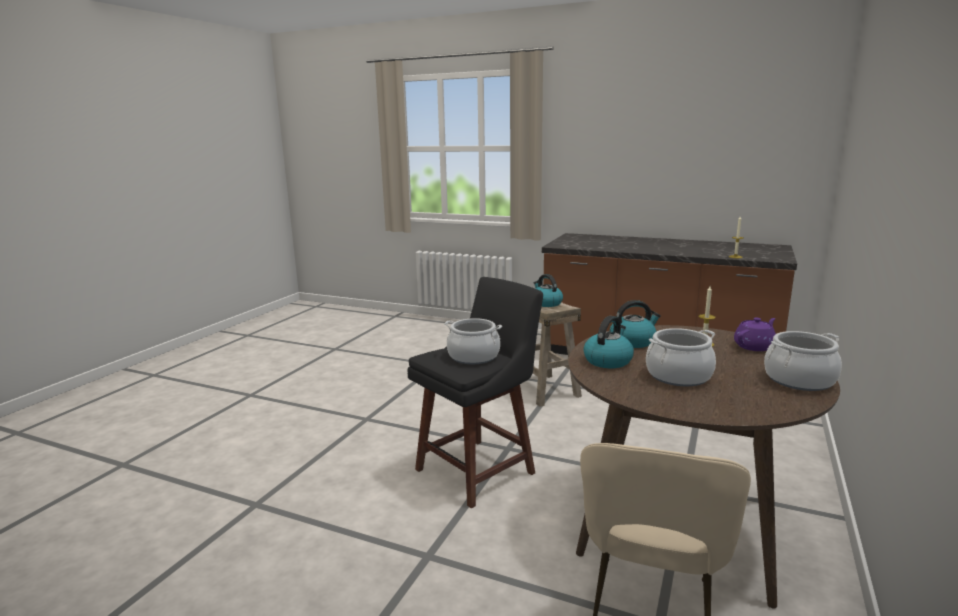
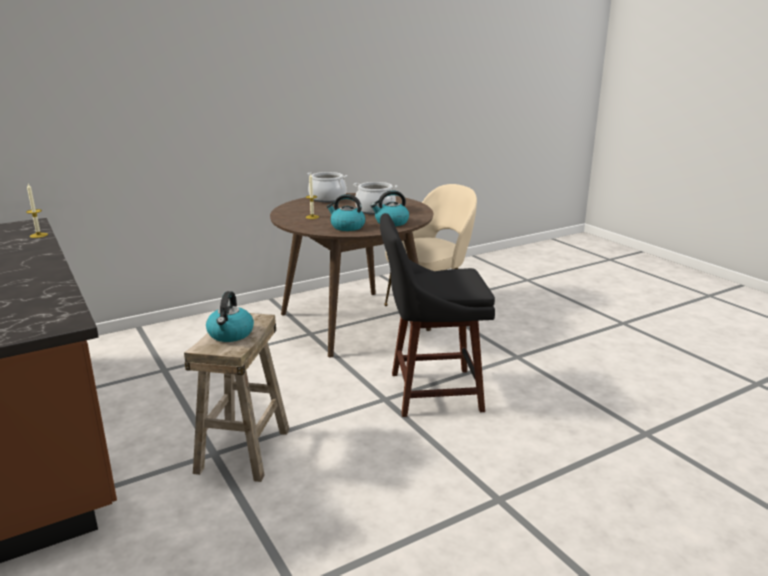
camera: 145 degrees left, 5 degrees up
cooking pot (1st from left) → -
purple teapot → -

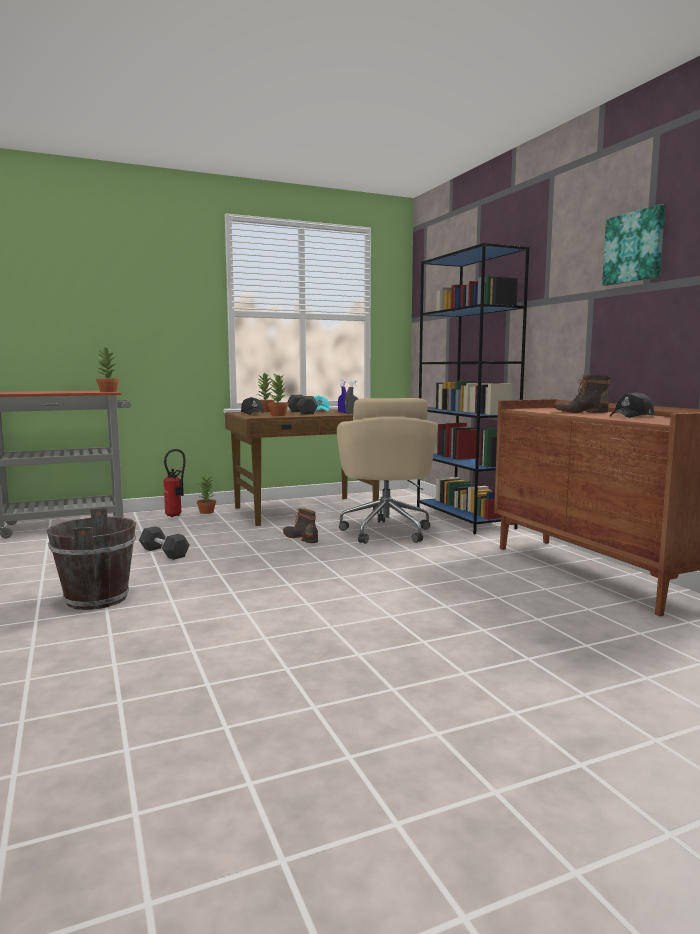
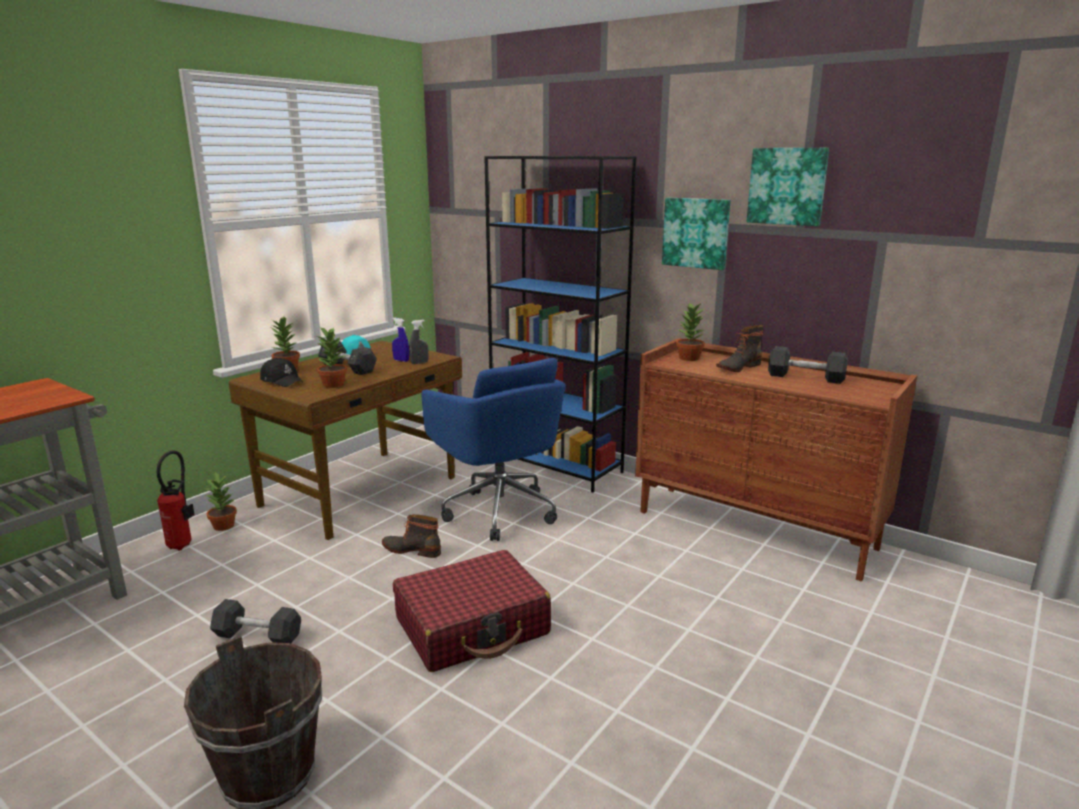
camera: 30 degrees left, 10 degrees up
- → red piece of luggage
sand-coloured office chair → bluish office chair
- → wall art (1st from left)
potted plant (1st from left in the first image) → potted plant (4th from left), moved
blackish cap (2nd from left) → greyish dumbbell (3rd from left)

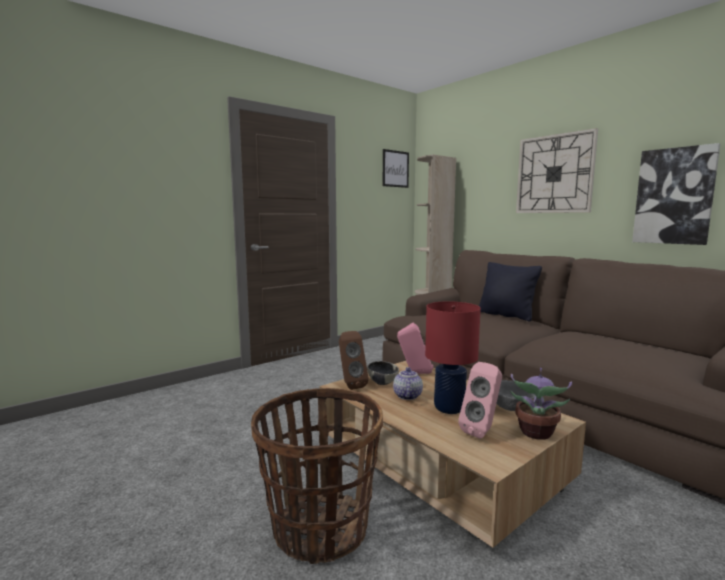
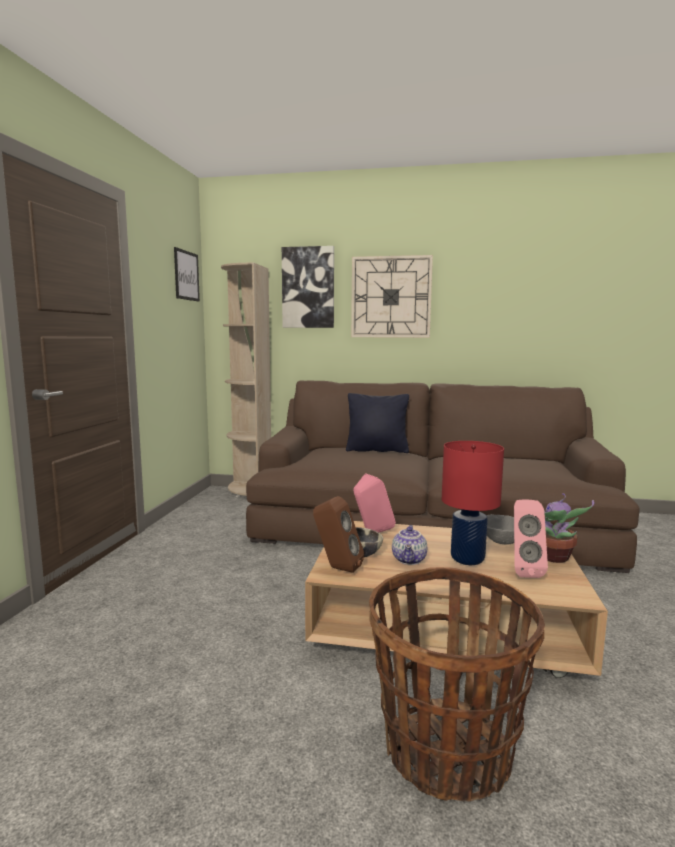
camera: 40 degrees left, 0 degrees up
wall art (2nd from left), moved
teapot, 135 degrees counterclockwise

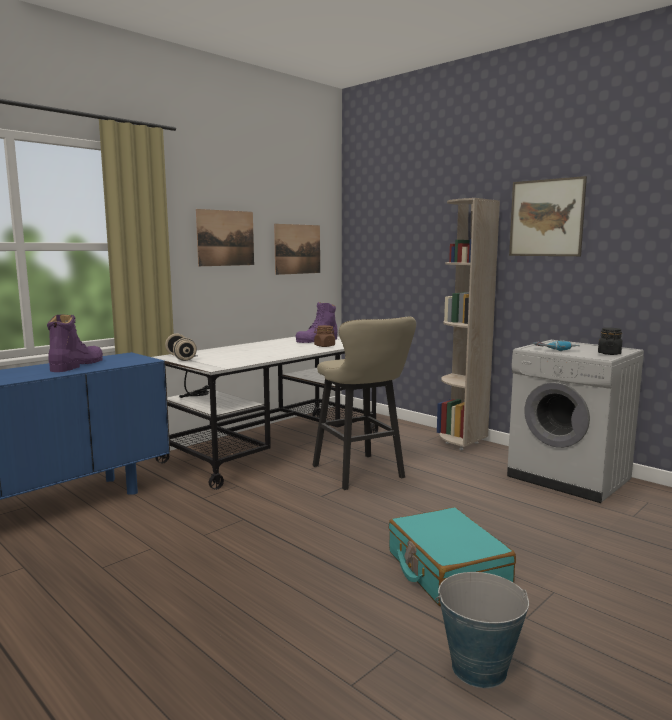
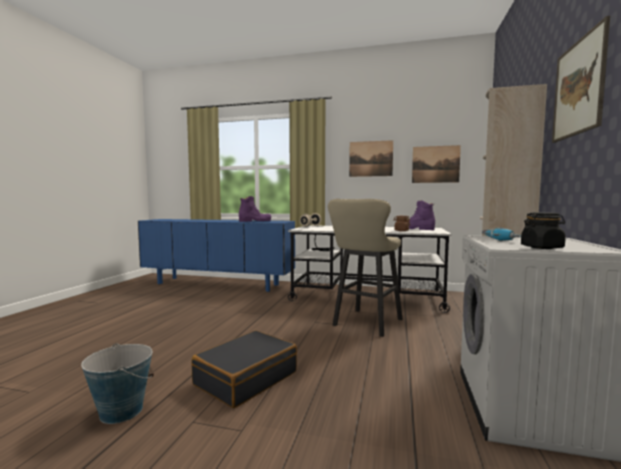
camera: 60 degrees right, 5 degrees down
turquoise-coloured piece of luggage → blackish piece of luggage

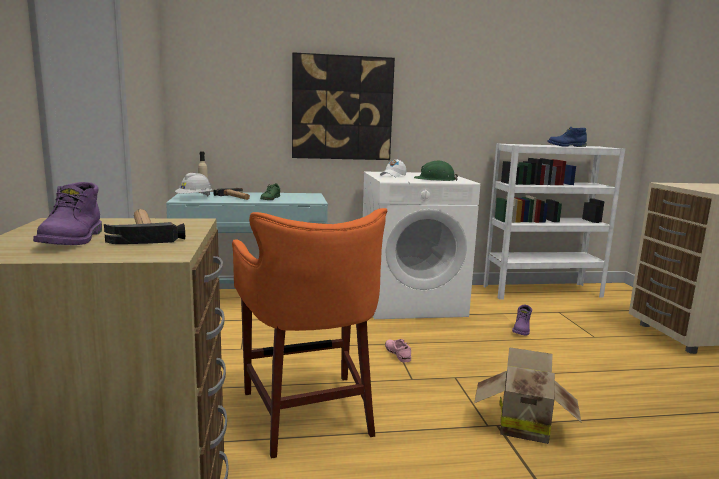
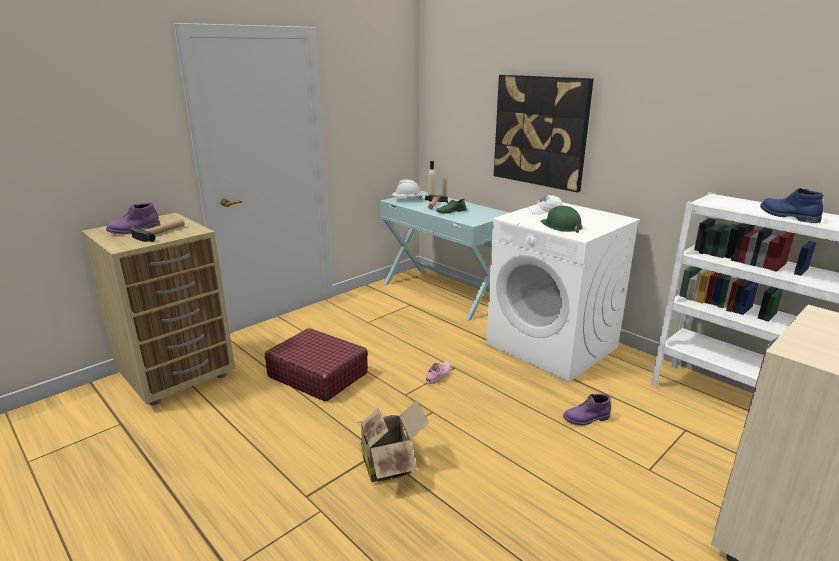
camera: 55 degrees right, 10 degrees up
orange-coloured sitting stool → red piece of luggage

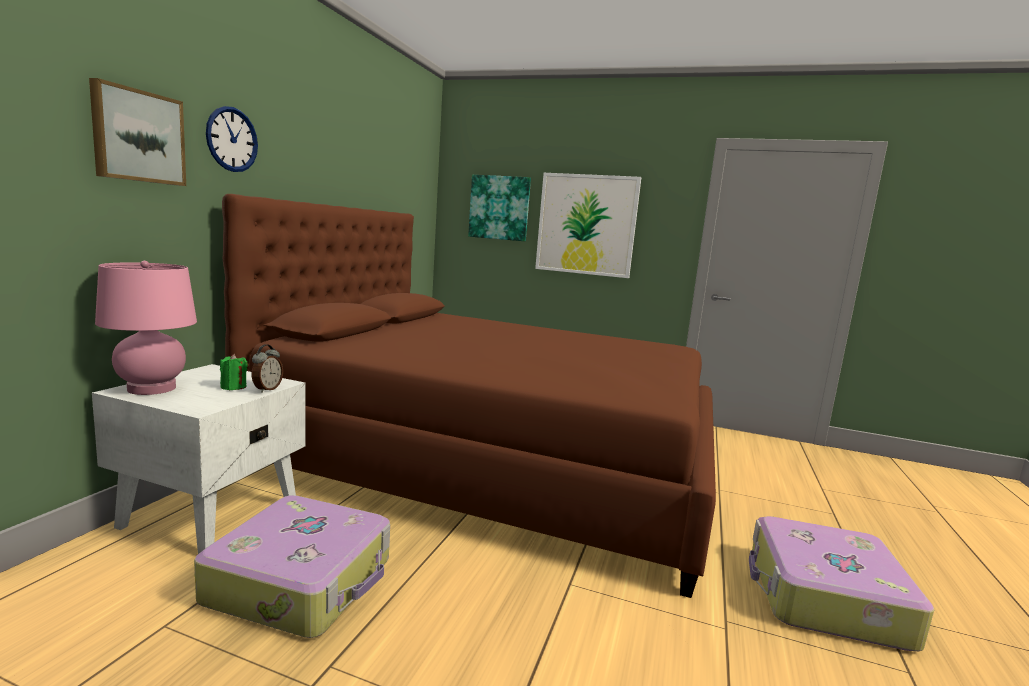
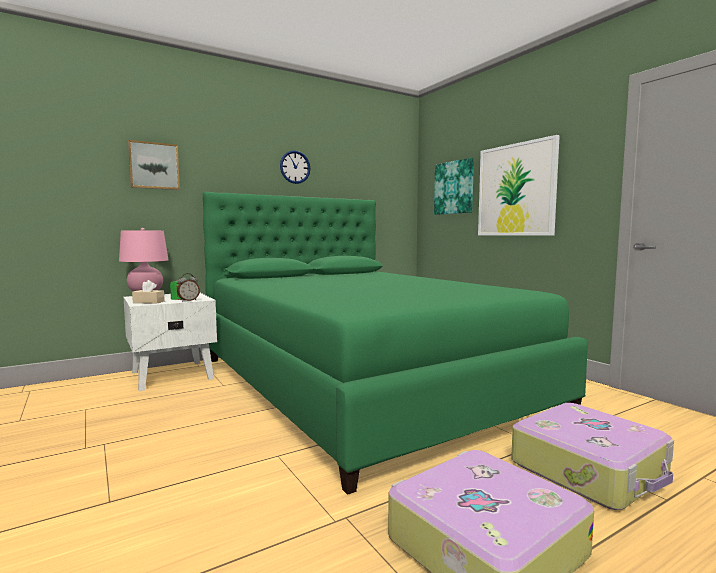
camera: 40 degrees right, 5 degrees down
- → sand-coloured tissue box
brown-coloured bedroom bed → green-coloured bedroom bed
wall clock, moved
piece of luggage (1st from left in the first image) → piece of luggage (2nd from left), moved

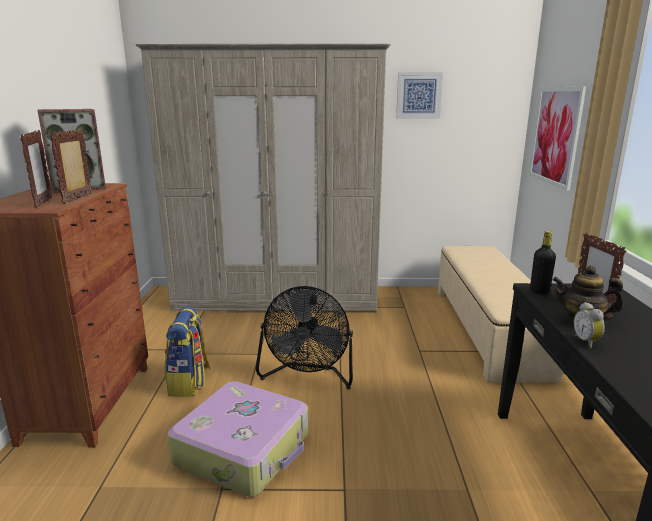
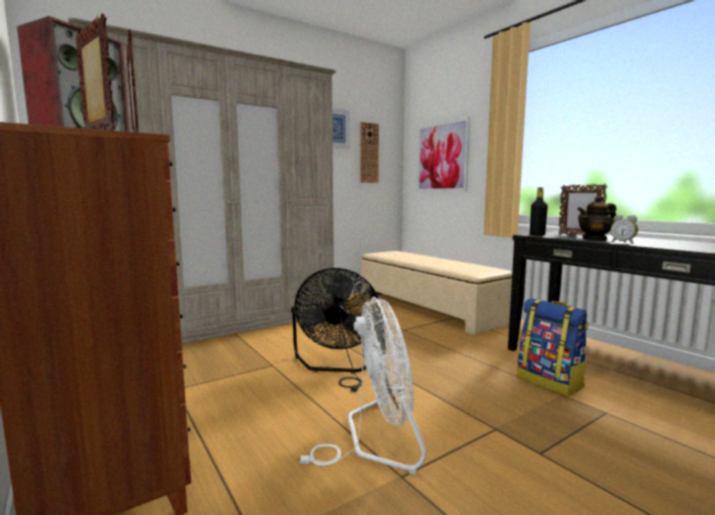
camera: 35 degrees left, 10 degrees down
blackish fan, 150 degrees counterclockwise
piece of luggage → whitish fan
- → wall clock
backpack, moved

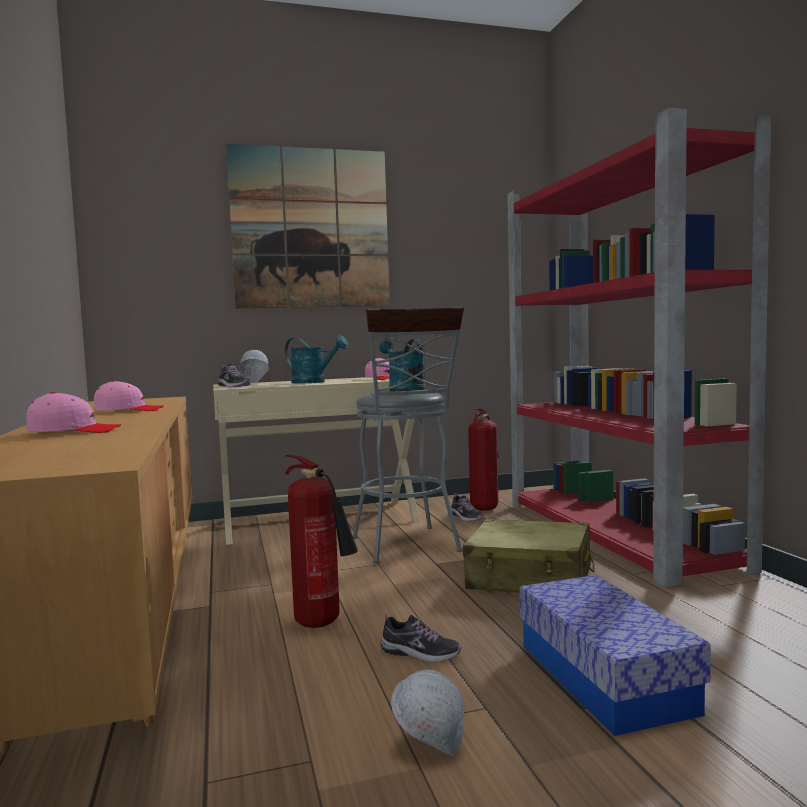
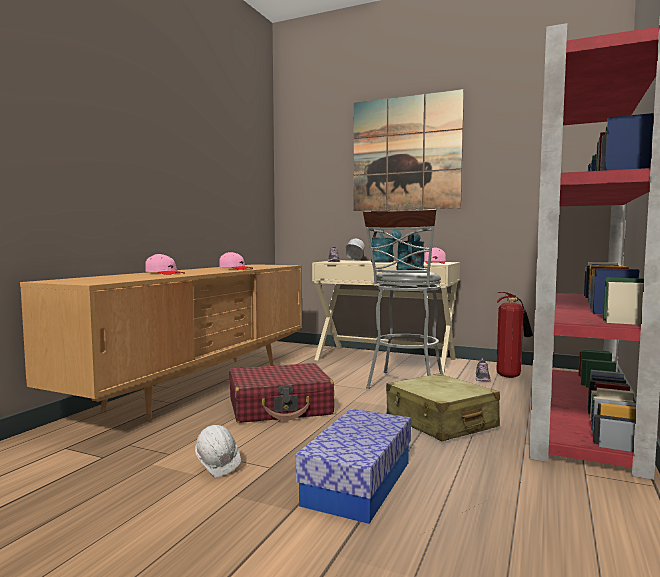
camera: 40 degrees right, 0 degrees up
extinguisher (1st from left) → red piece of luggage
low shoe (2nd from left) → -

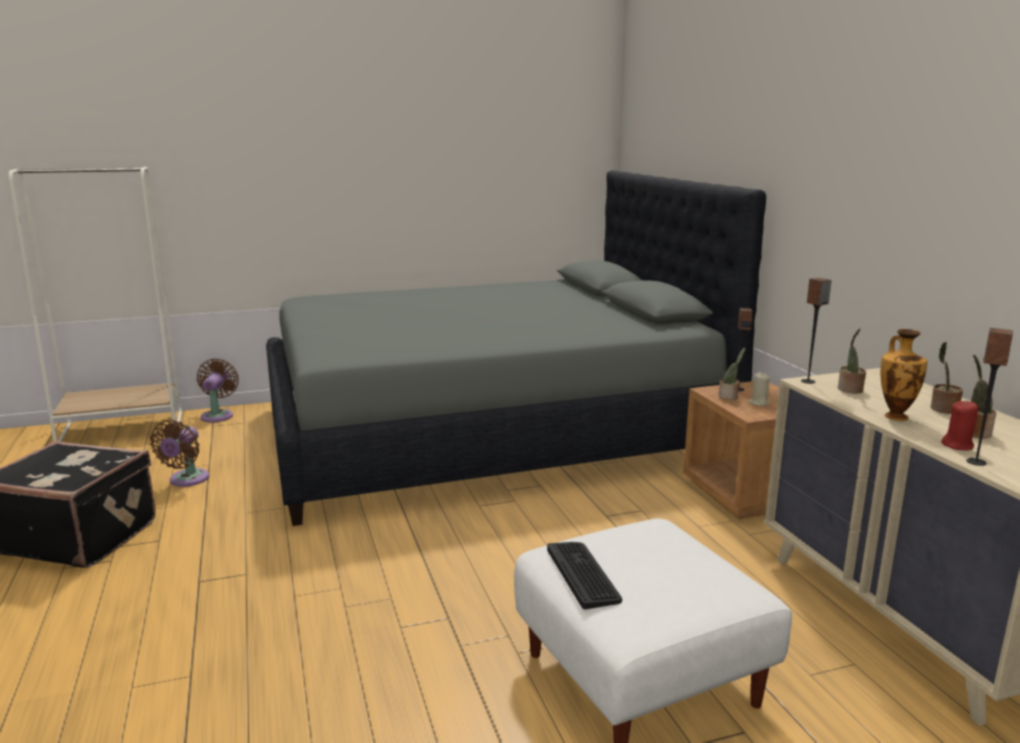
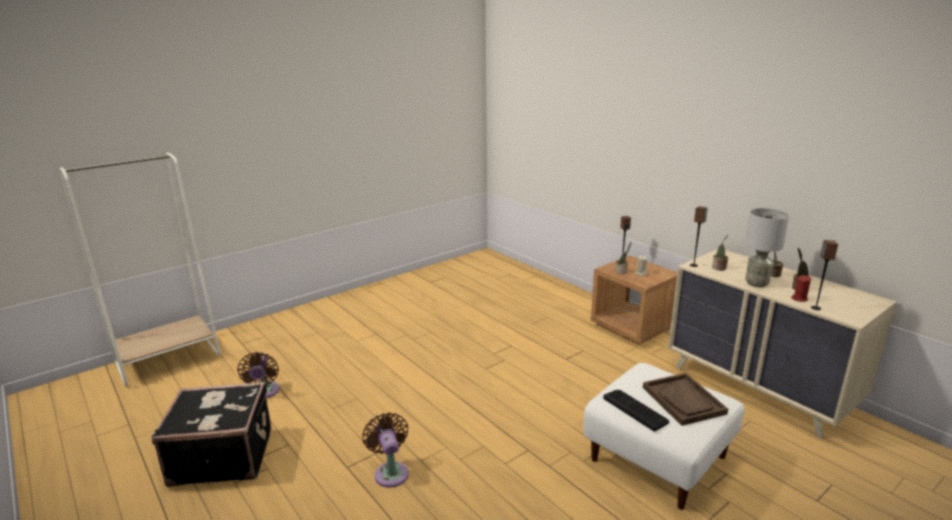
camera: 20 degrees left, 5 degrees up
brown-coloured fan (2nd from left), moved
- → brown-coloured carrying tray
decorative vase → greyish table lamp
greyish bedroom bed → -

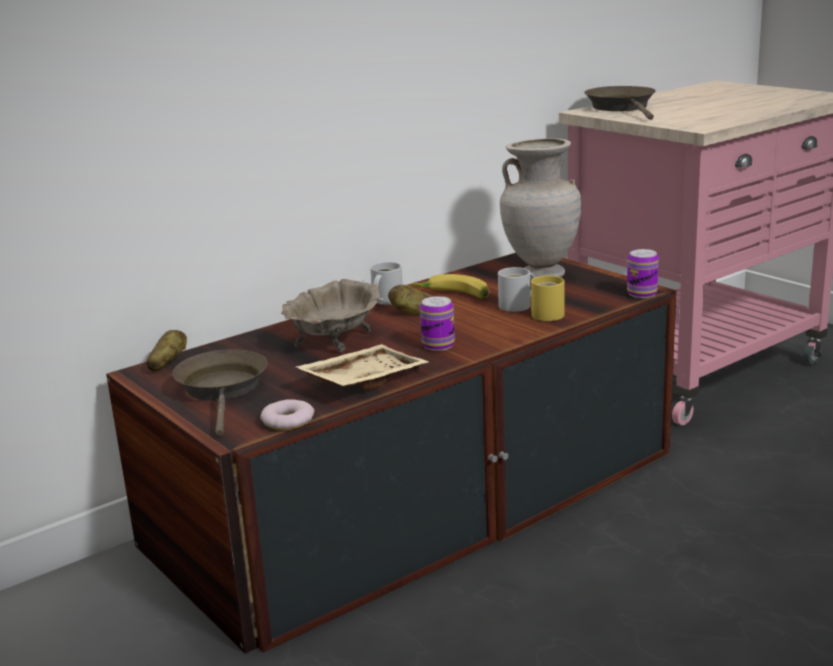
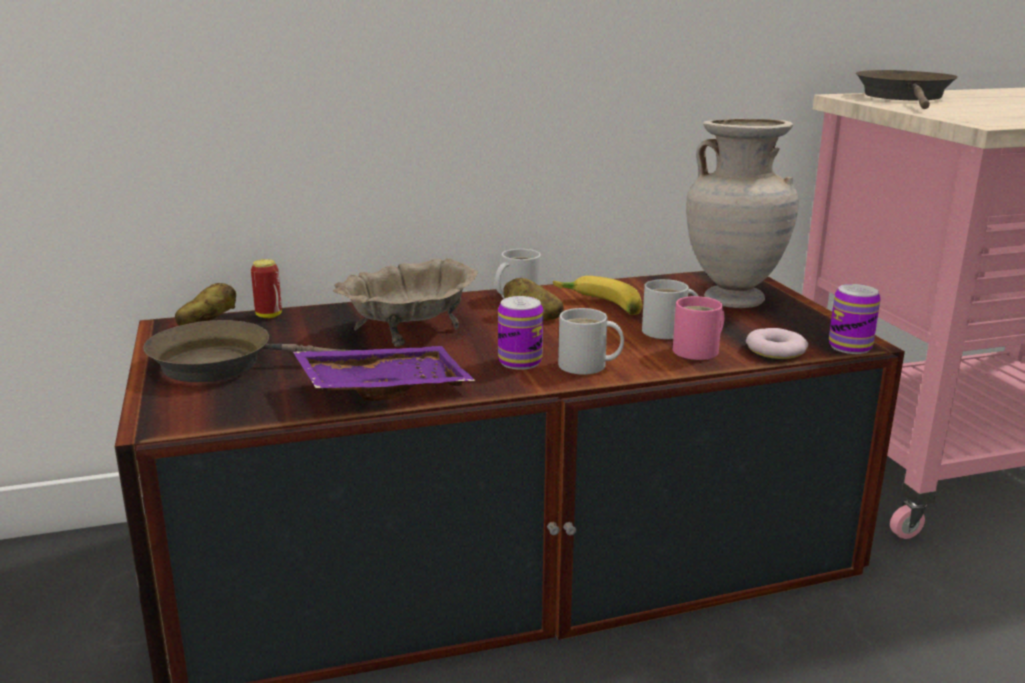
camera: 20 degrees right, 0 degrees up
brown-coloured skillet (1st from left), 105 degrees counterclockwise
- → metal can (1st from left)
sand-coloured carrying tray → purple carrying tray
- → whitish coffee mug (2nd from left)
yellow coffee mug → pinkish coffee mug
doughnut, moved

